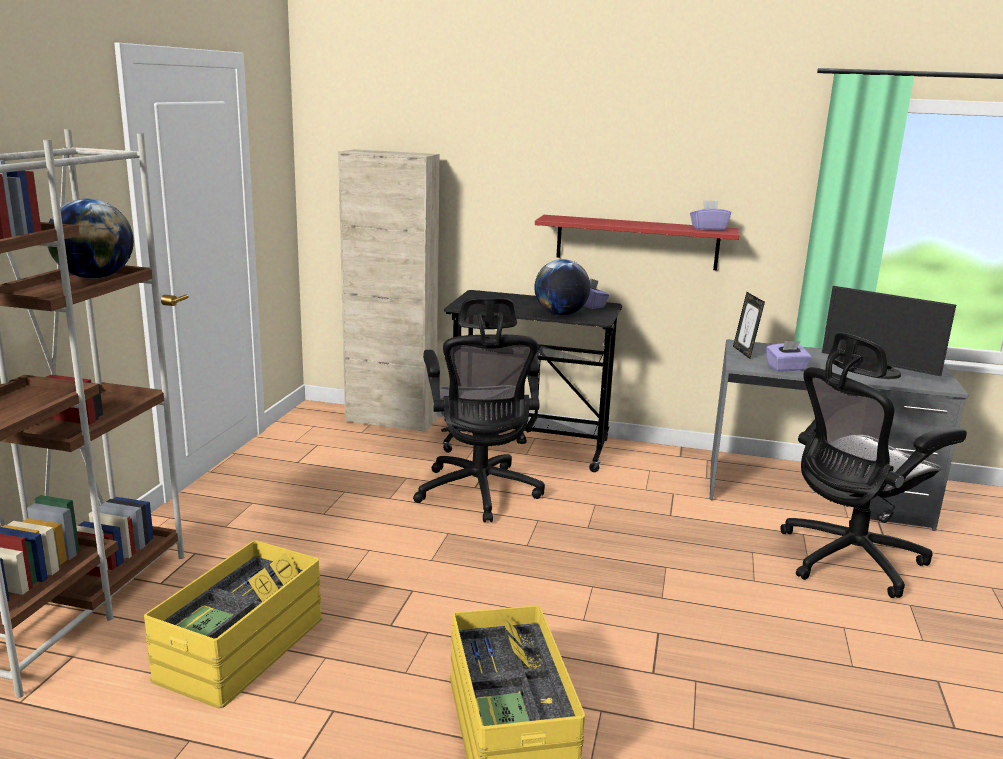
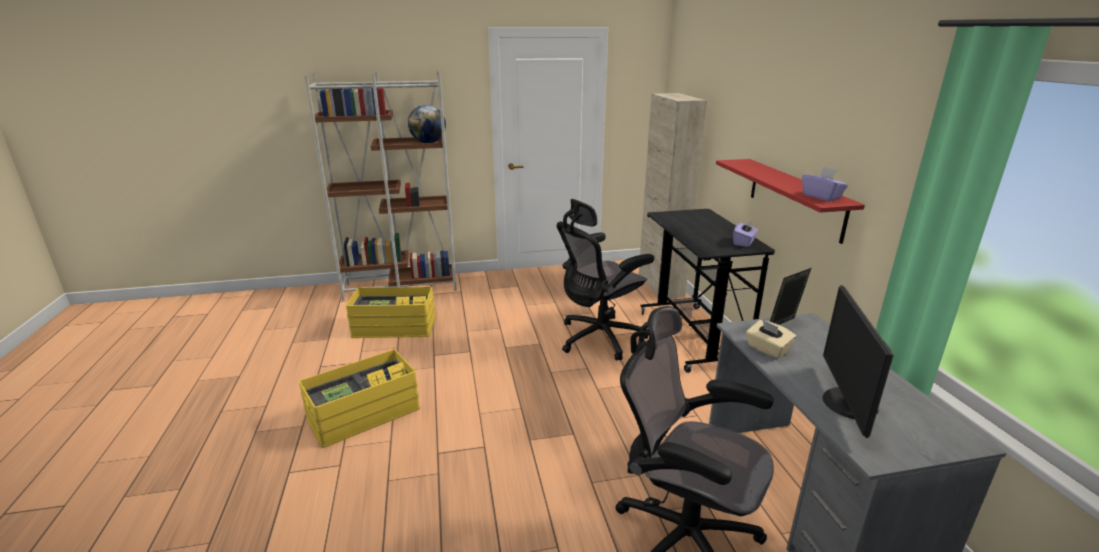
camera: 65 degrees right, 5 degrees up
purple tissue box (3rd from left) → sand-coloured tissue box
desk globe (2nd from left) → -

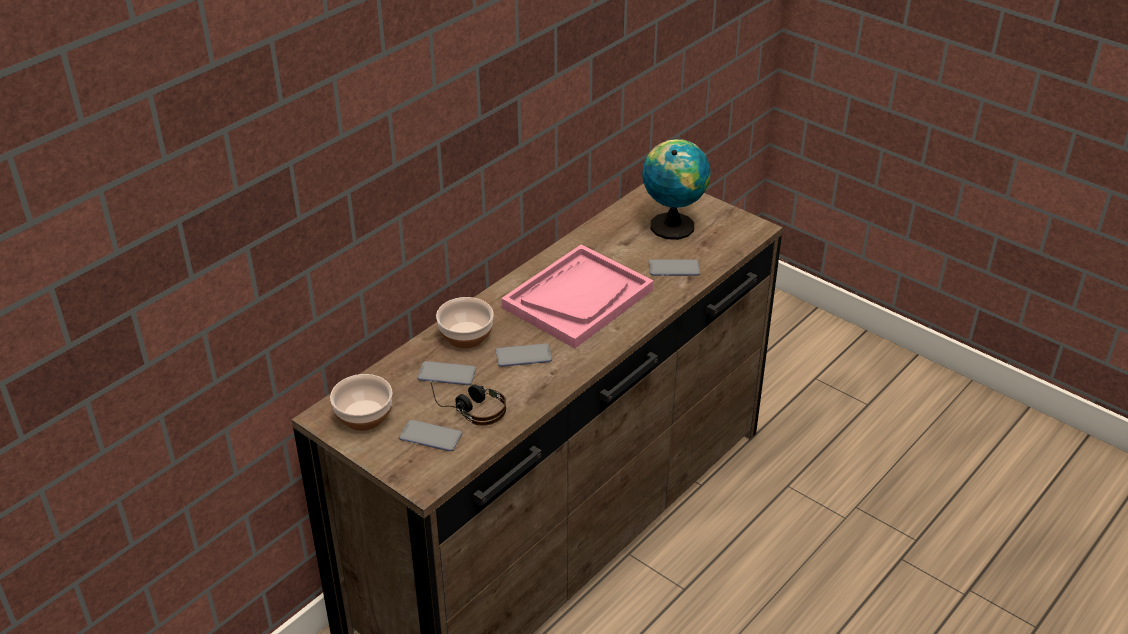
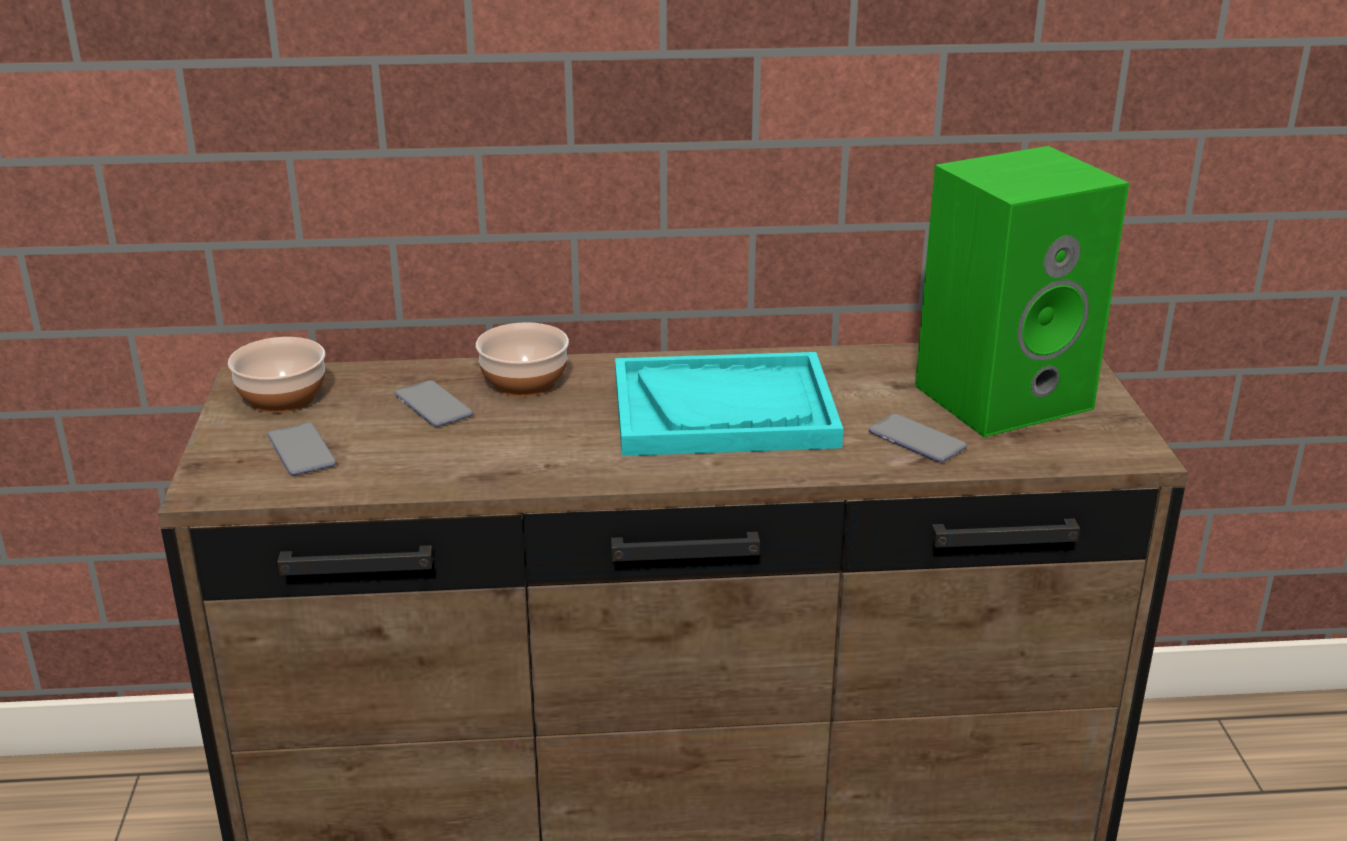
camera: 45 degrees right, 10 degrees down
pinkish carrying tray → turquoise-coloured carrying tray
desk globe → green-coloured loudspeaker
pair of headphones → -
handset (3rd from left) → -

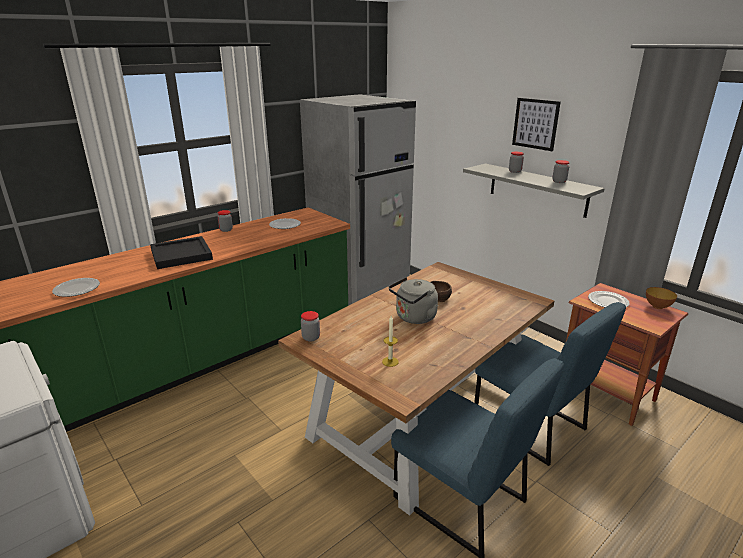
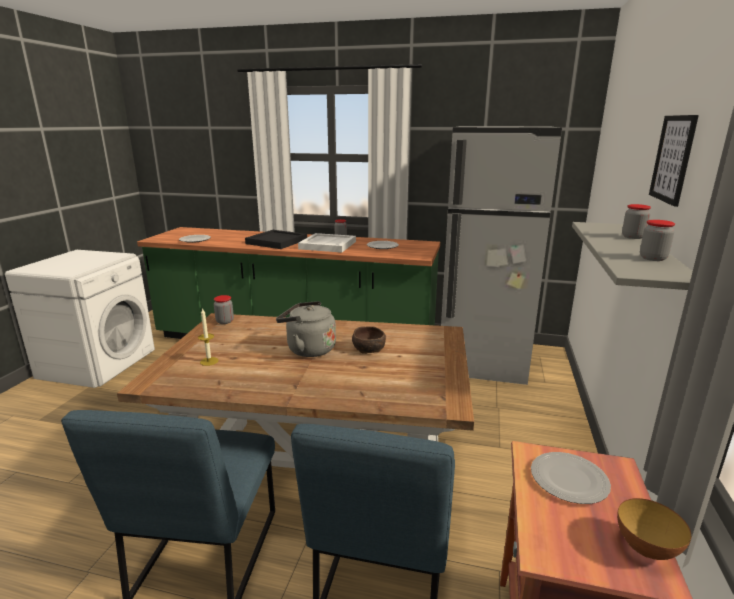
camera: 55 degrees right, 5 degrees down
- → whitish carrying tray

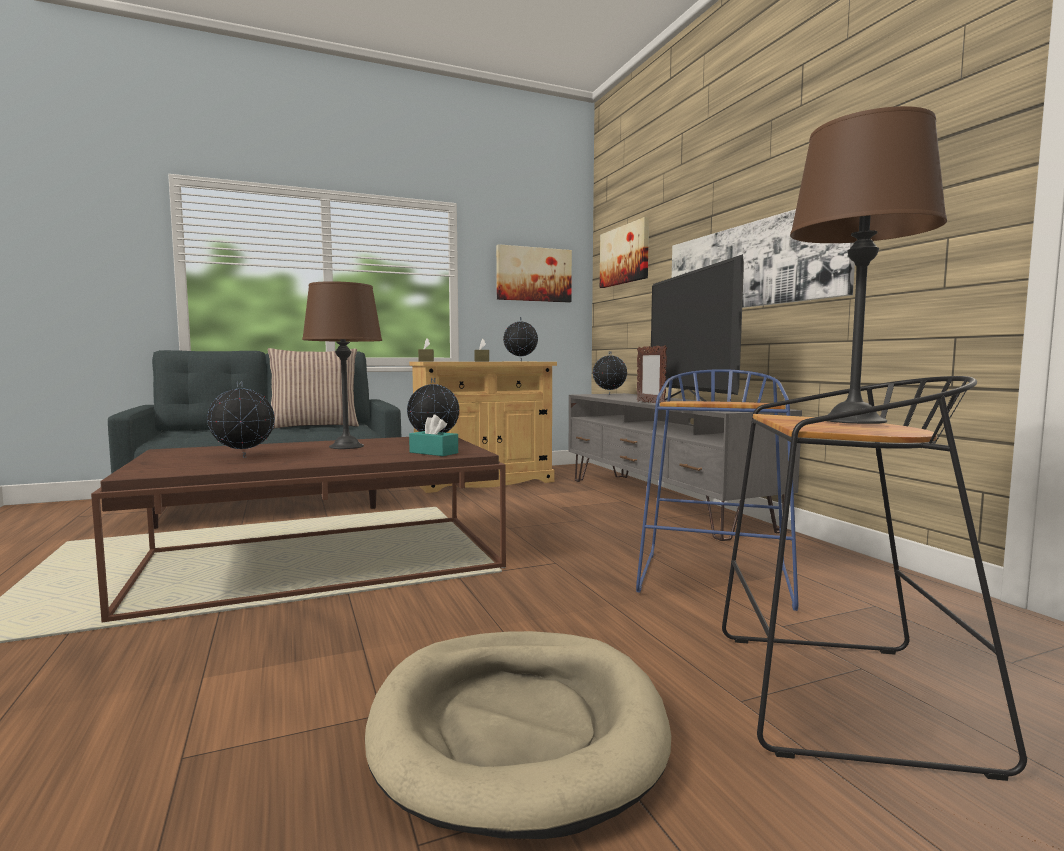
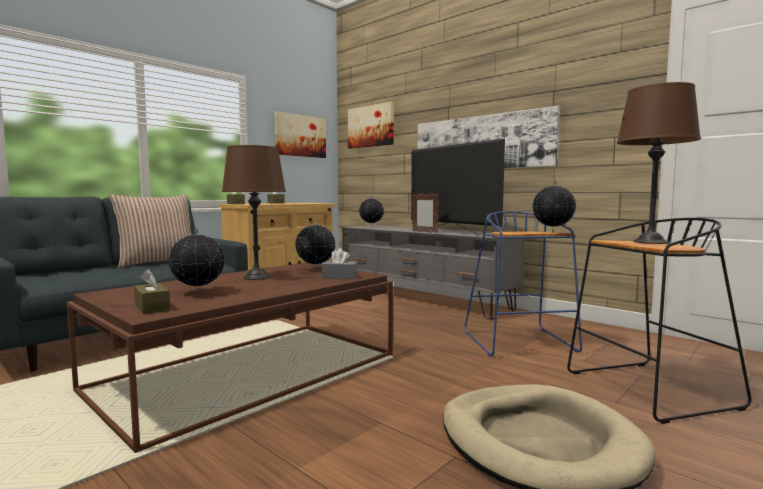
camera: 25 degrees left, 0 degrees up
- → brown-coloured tissue box (1st from left)
turquoise-coloured tissue box → greyish tissue box
desk globe (3rd from left in the first image) → desk globe (4th from left), moved

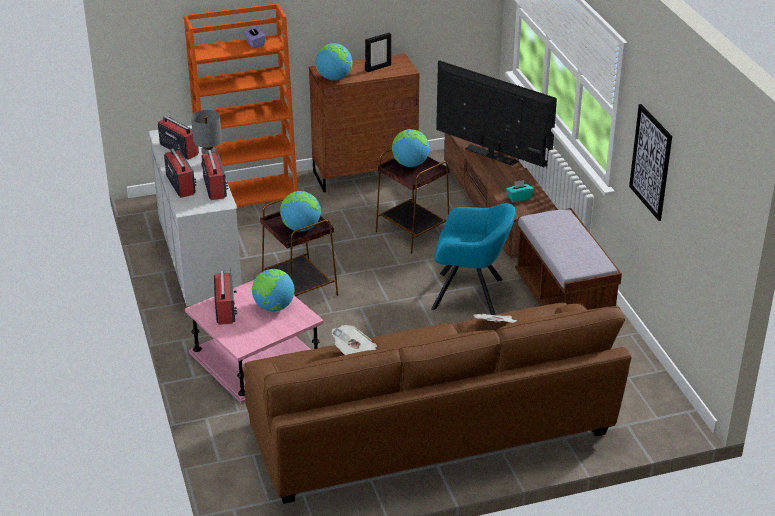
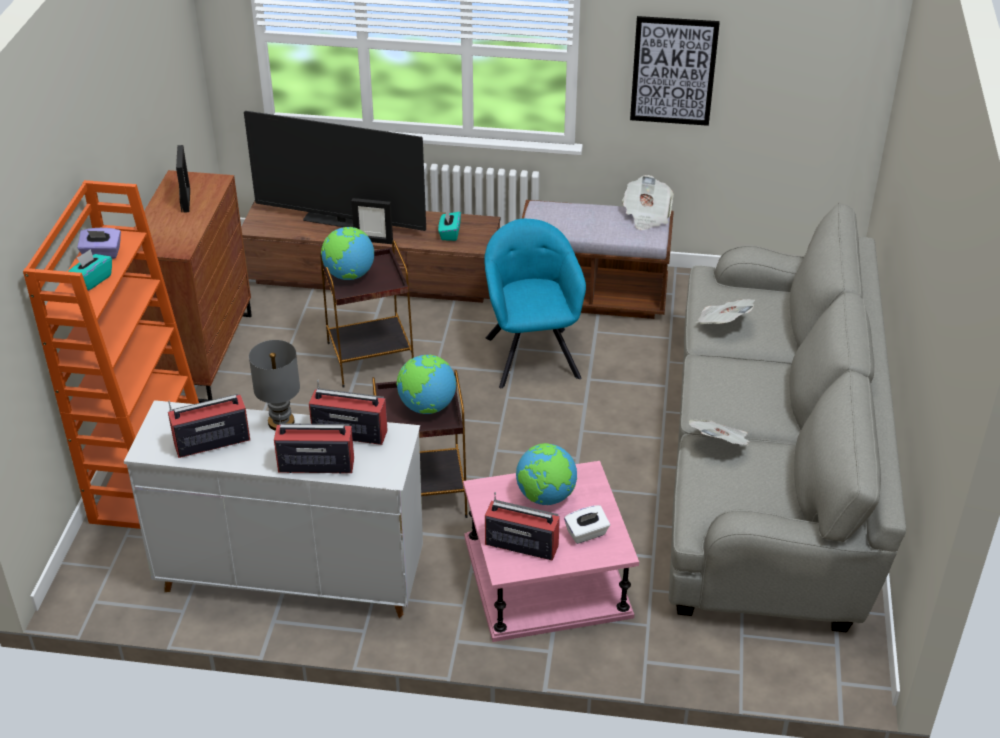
camera: 65 degrees left, 5 degrees up
- → turquoise-coloured tissue box (1st from left)
TV set, 135 degrees counterclockwise
- → picture frame (2nd from left)
turquoise-coloured easy chair, 45 degrees counterclockwise
- → whitish tissue box
- → daily paper (1st from left)
brown-coloured sofa → greyish sofa
desk globe (3rd from left) → -

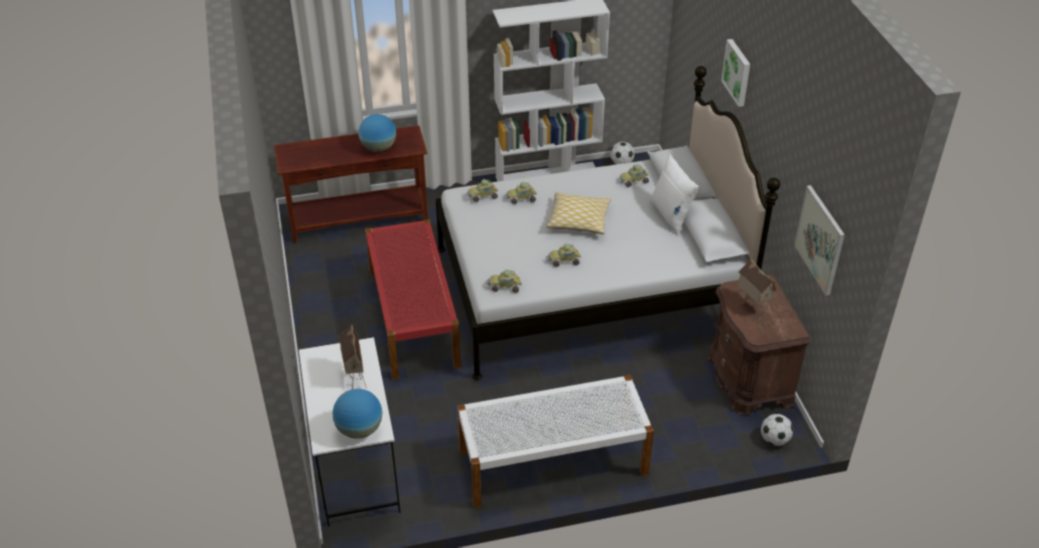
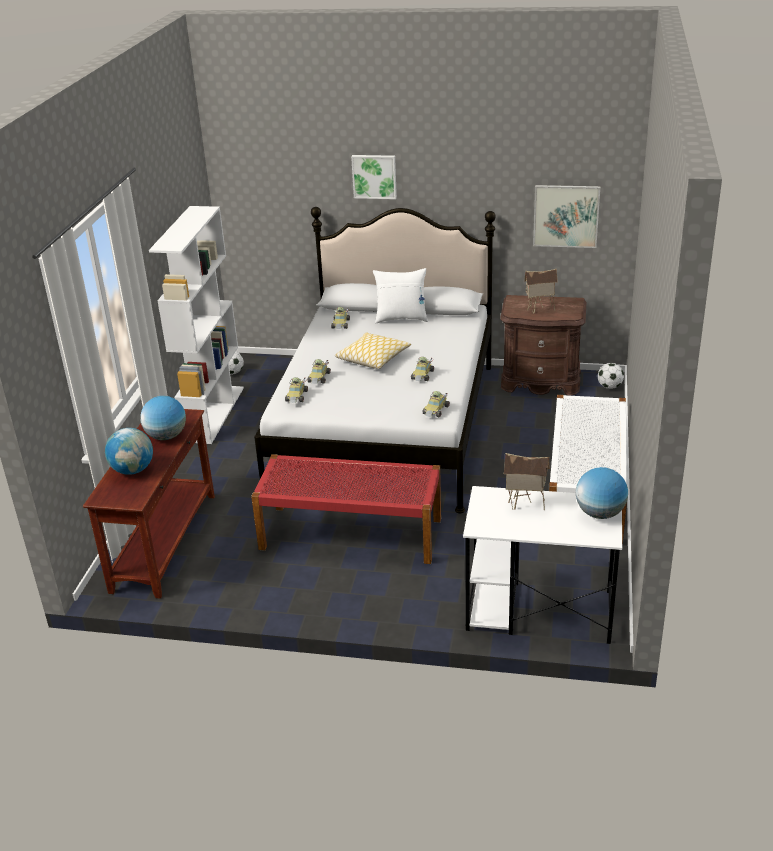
camera: 65 degrees left, 10 degrees down
- → desk globe (1st from left)

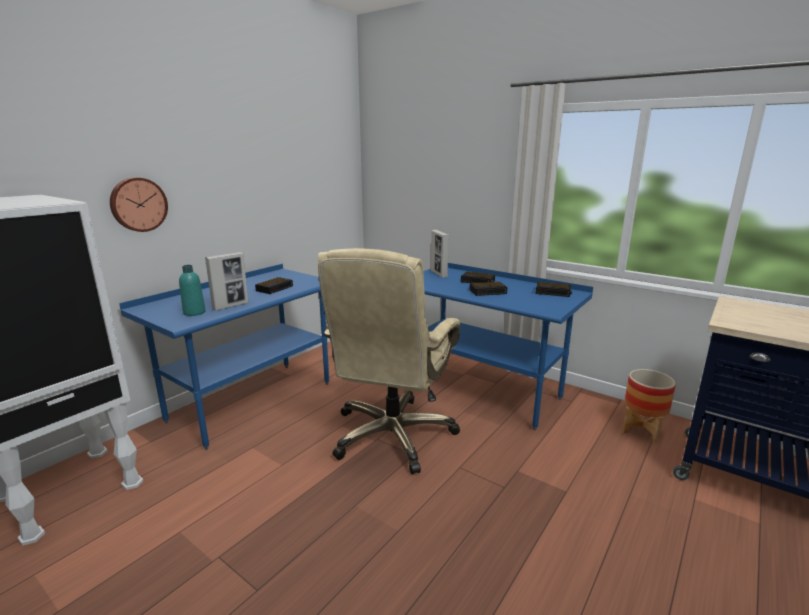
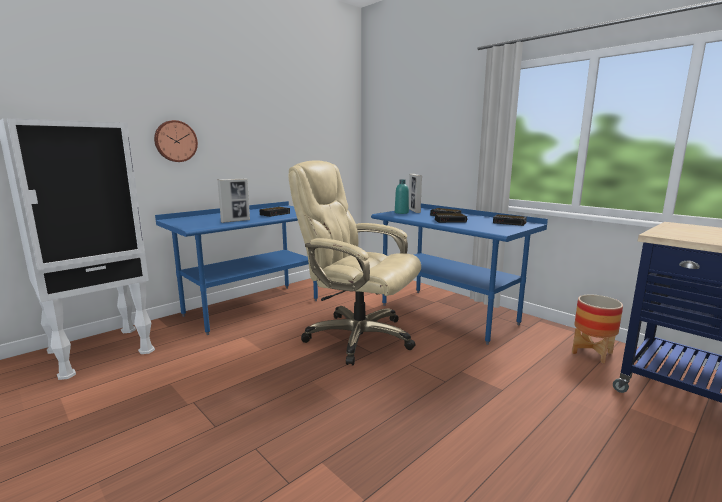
camera: 10 degrees right, 5 degrees down
sand-coloured office chair, 90 degrees clockwise
turquoise-coloured drink bottle, moved

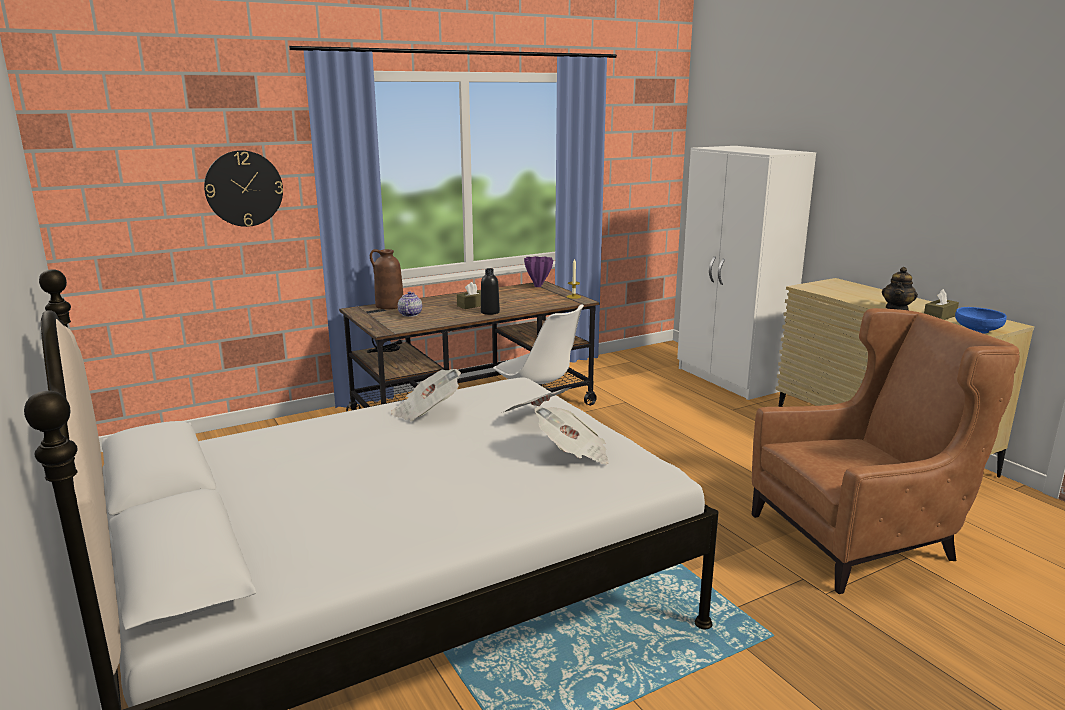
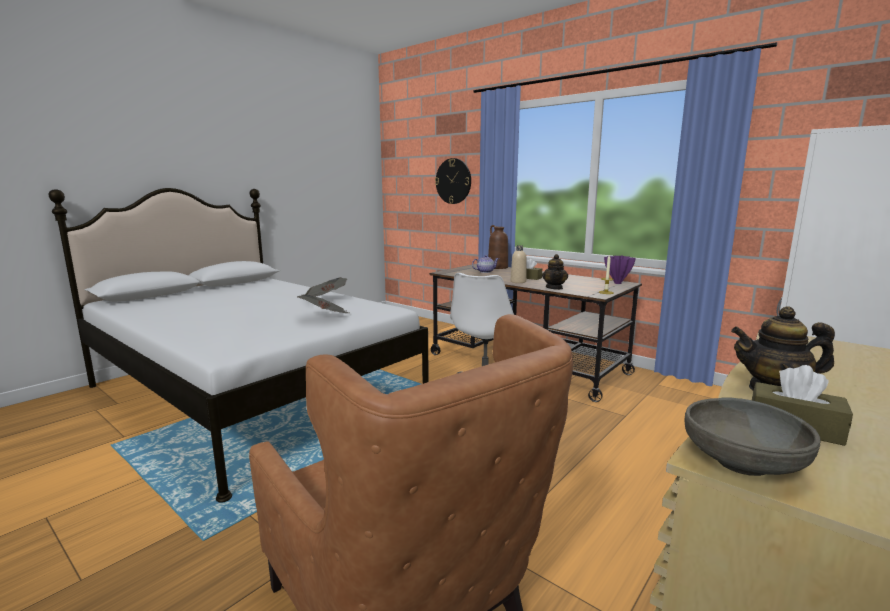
camera: 70 degrees right, 5 degrees down
blackish drink bottle → sand-coloured drink bottle
- → teapot (2nd from left)
bluish deep dish → greyish deep dish
daily paper (3rd from left) → -

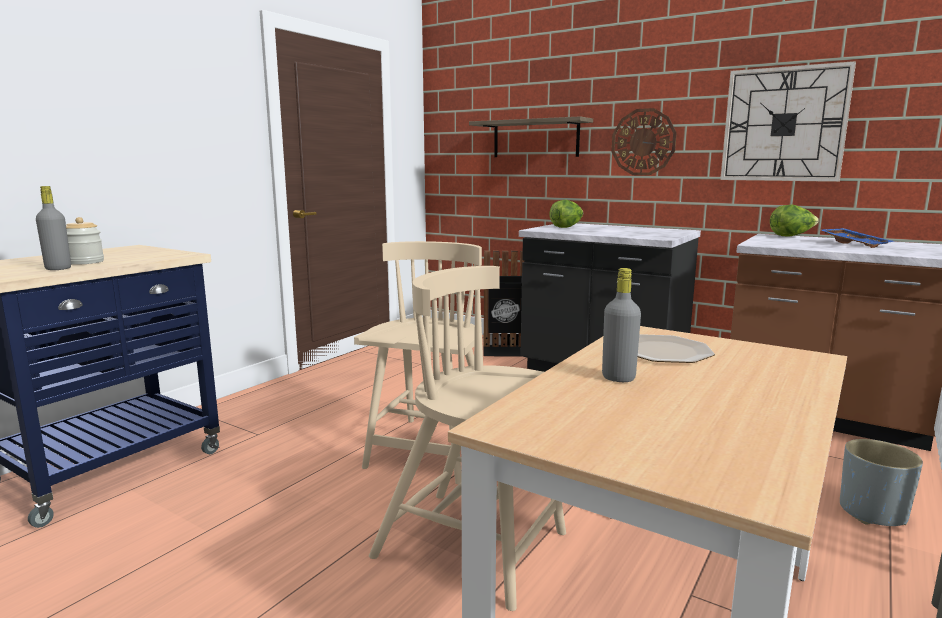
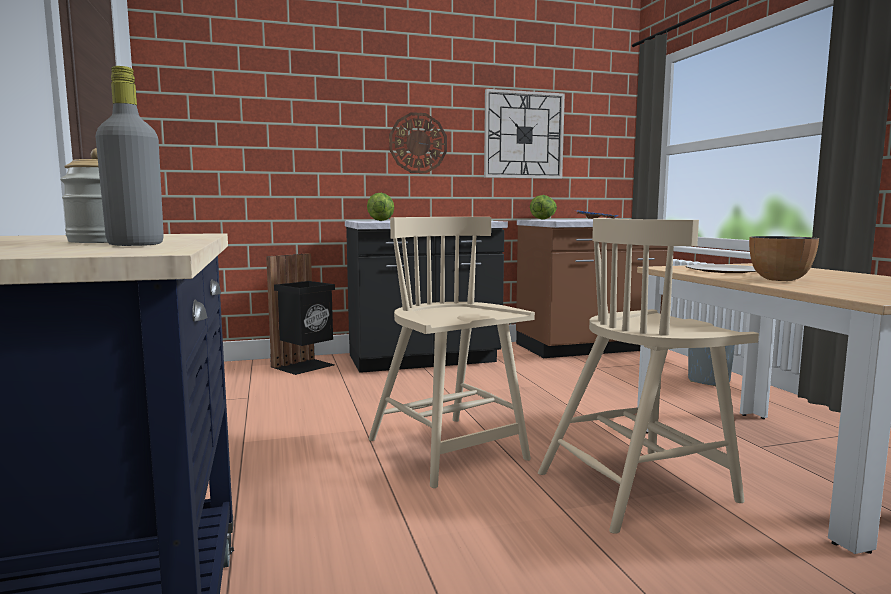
camera: 50 degrees left, 5 degrees down
greyish drink bottle (2nd from left) → deep dish
shelf → -

